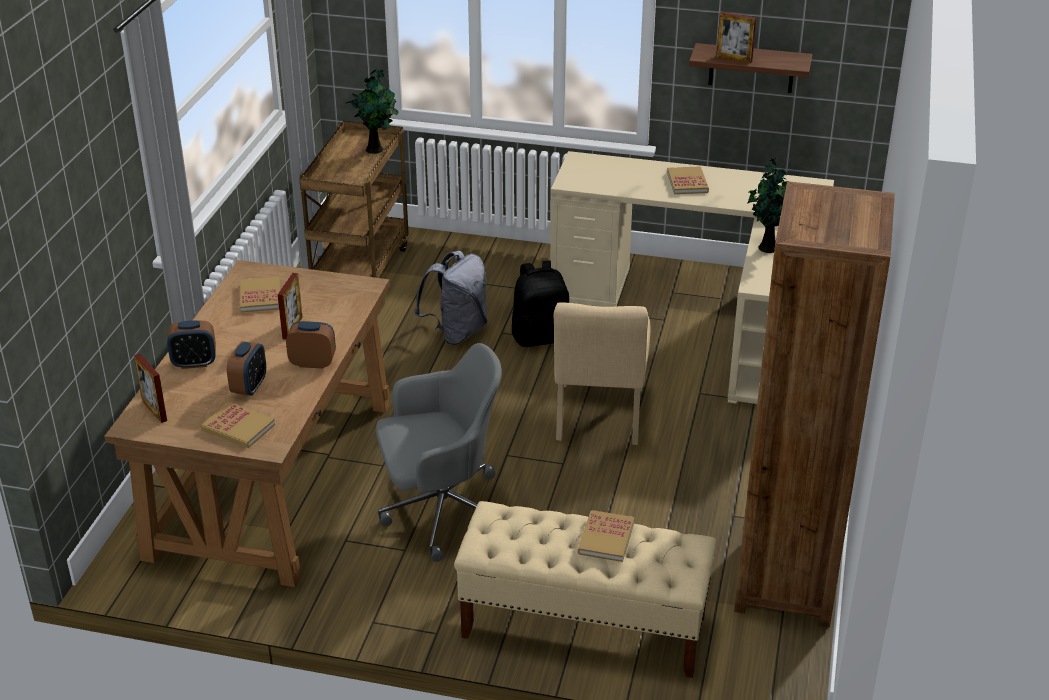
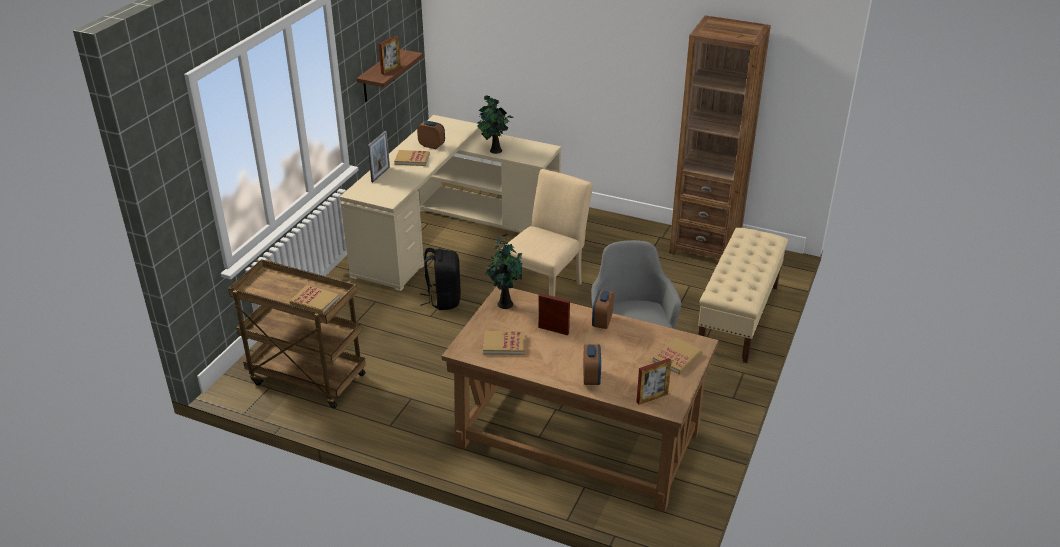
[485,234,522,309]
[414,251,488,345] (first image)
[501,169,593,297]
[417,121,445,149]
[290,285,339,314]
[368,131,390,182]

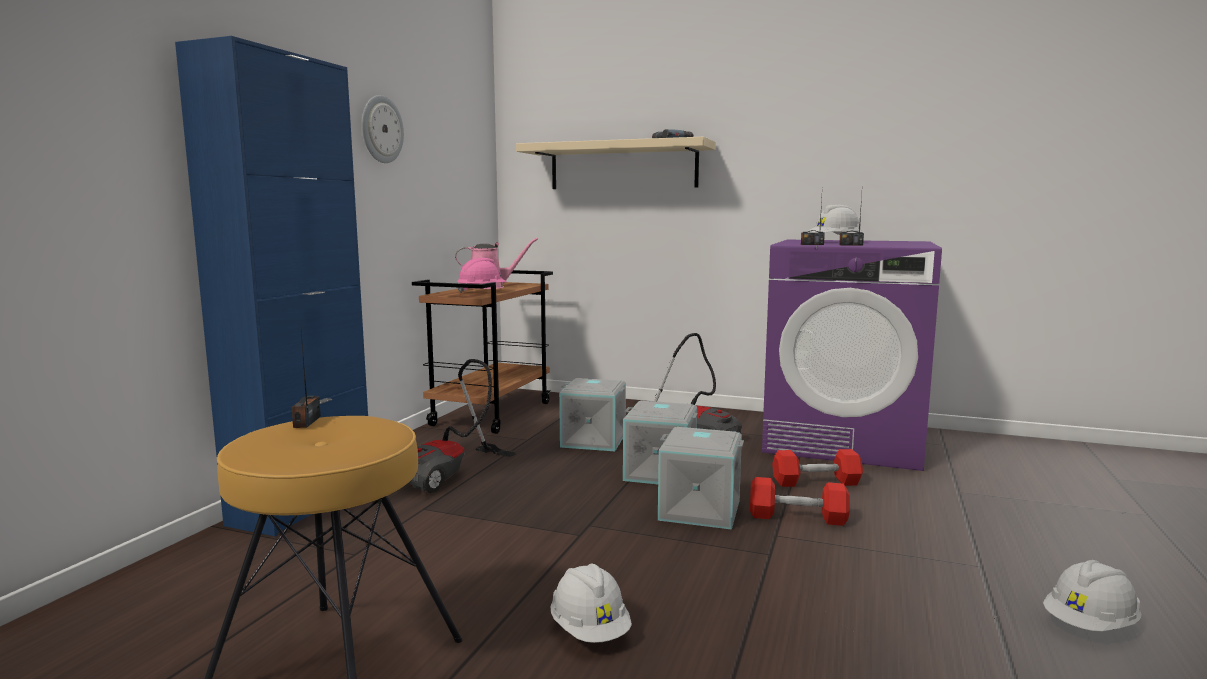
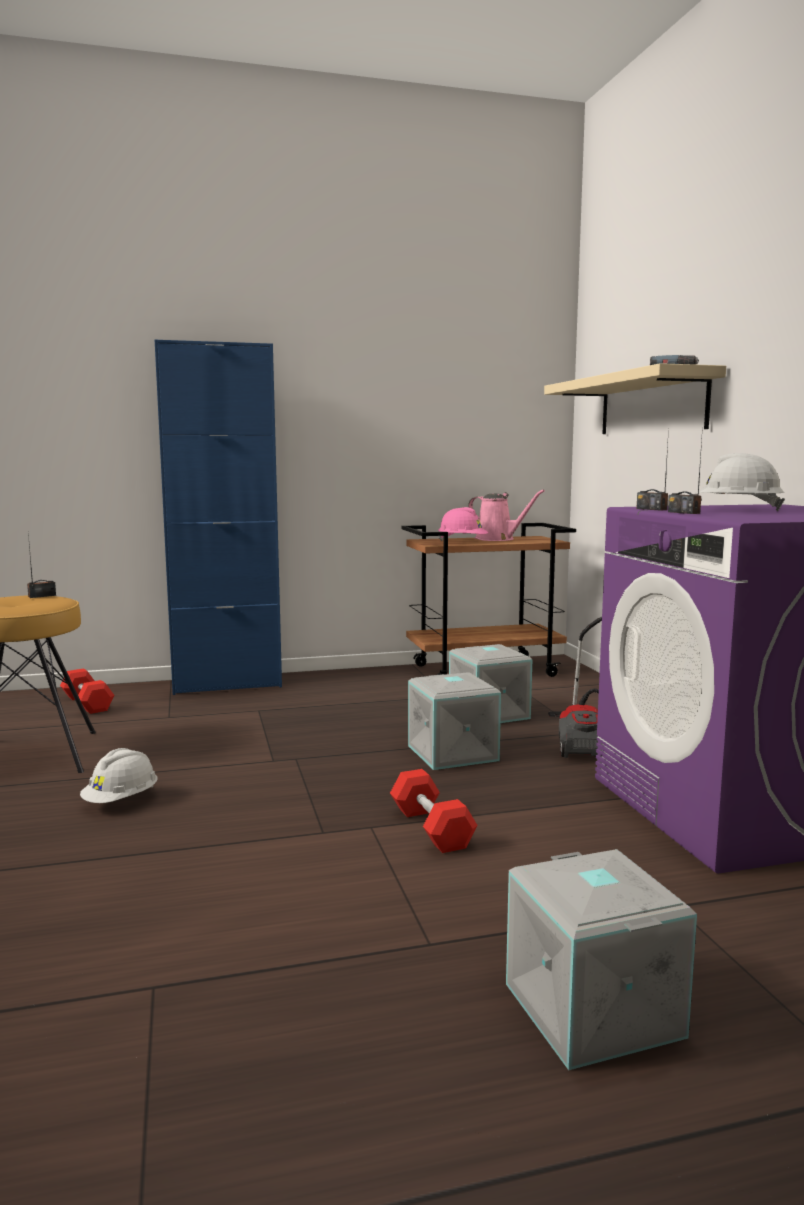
[362,95,404,163] (first image)
[408,359,516,493] (first image)
[506,849,697,1070]
[60,668,115,714]
[1043,560,1142,631] (first image)

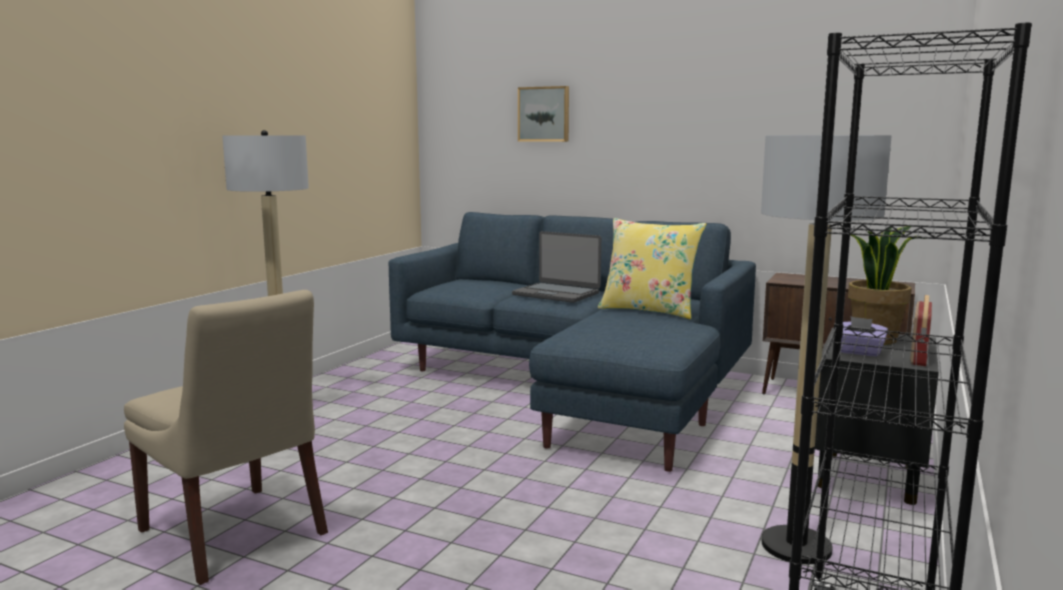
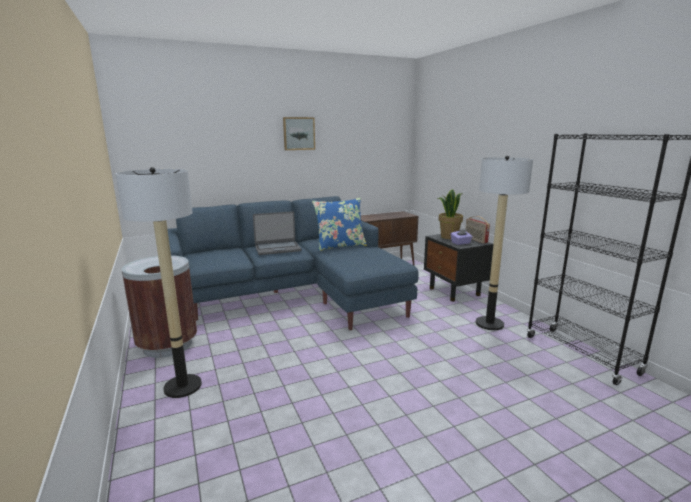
[283,117,315,150]
[312,198,367,251]
[124,290,328,585] (first image)
[121,255,197,358]

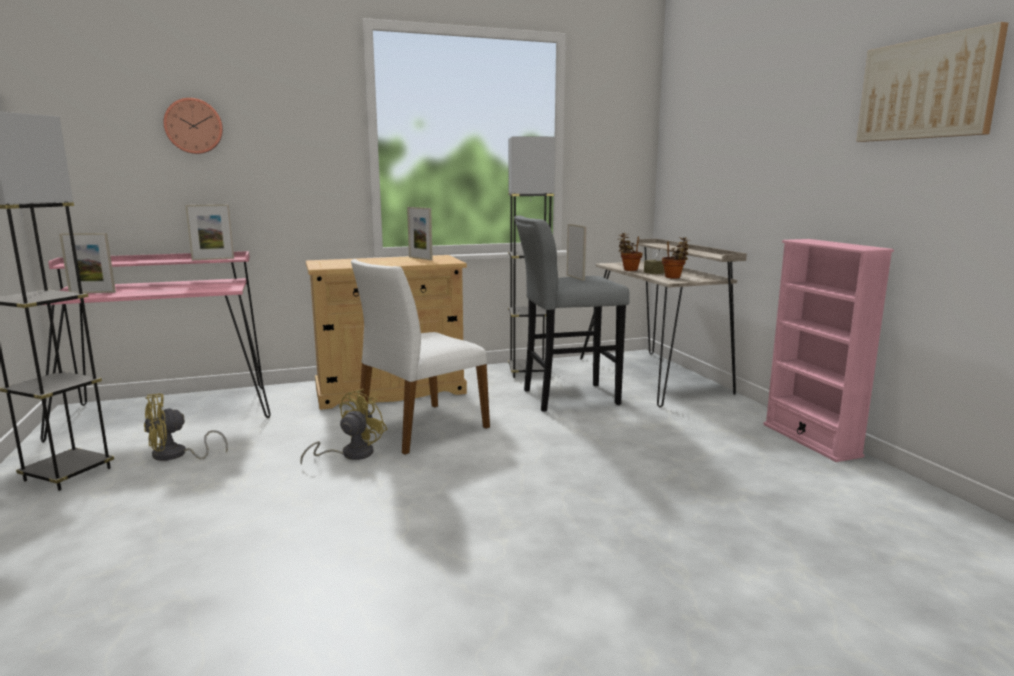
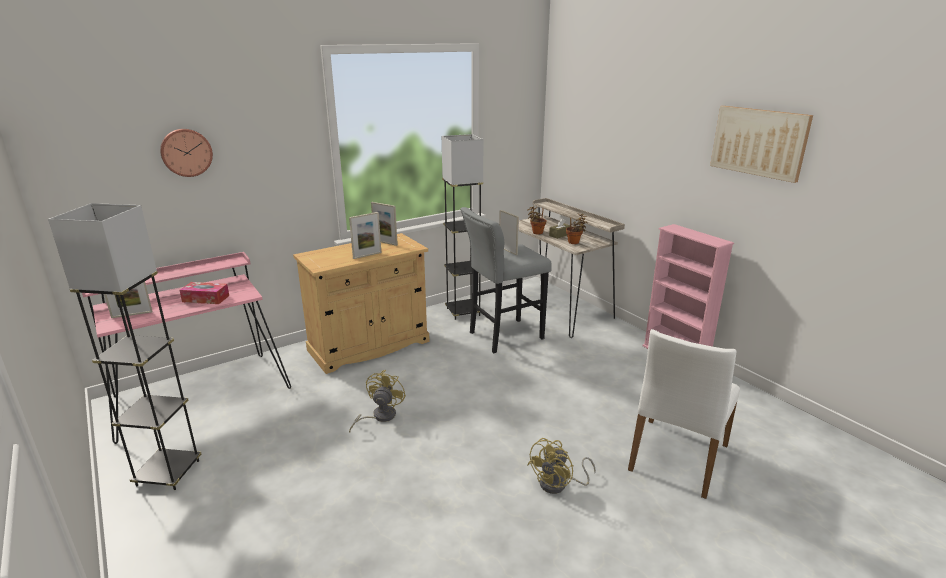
[349,212,382,259]
[628,329,740,499]
[527,438,596,494]
[179,282,229,304]

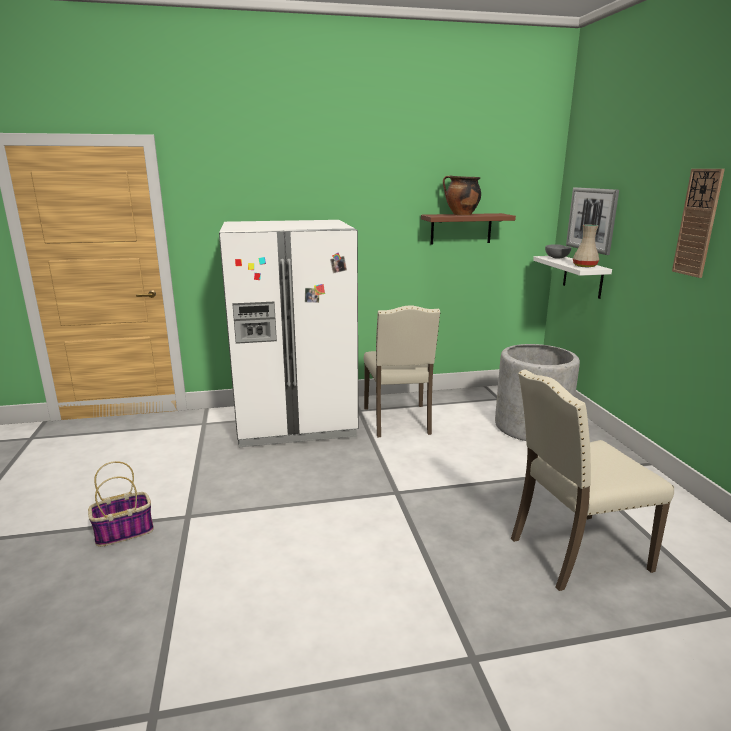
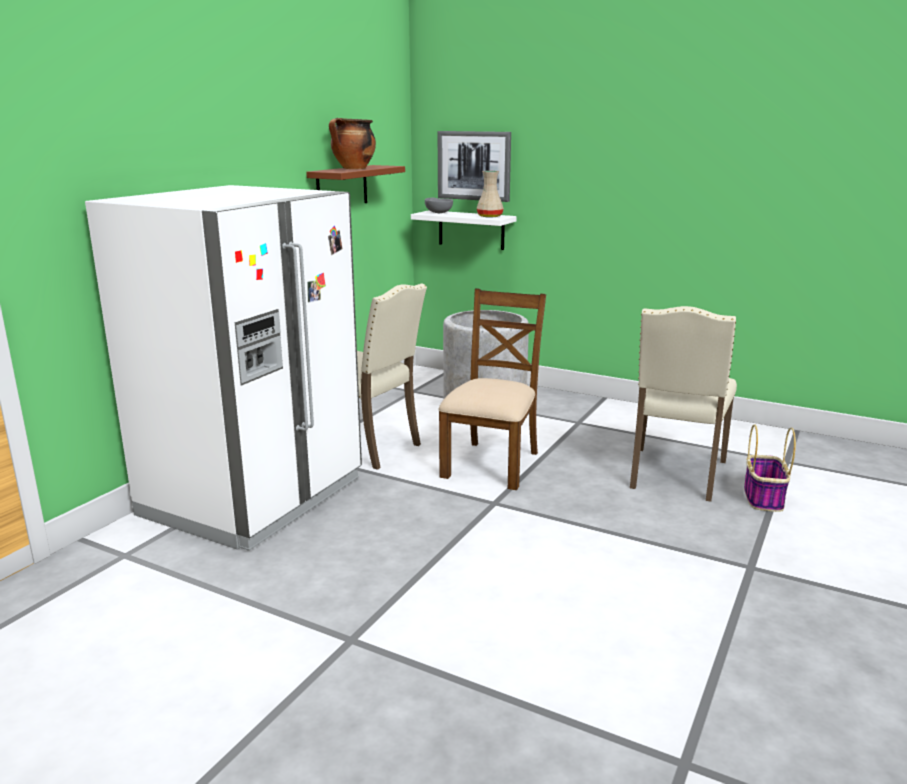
[672,169,725,278] (first image)
[744,424,796,512]
[438,288,546,490]

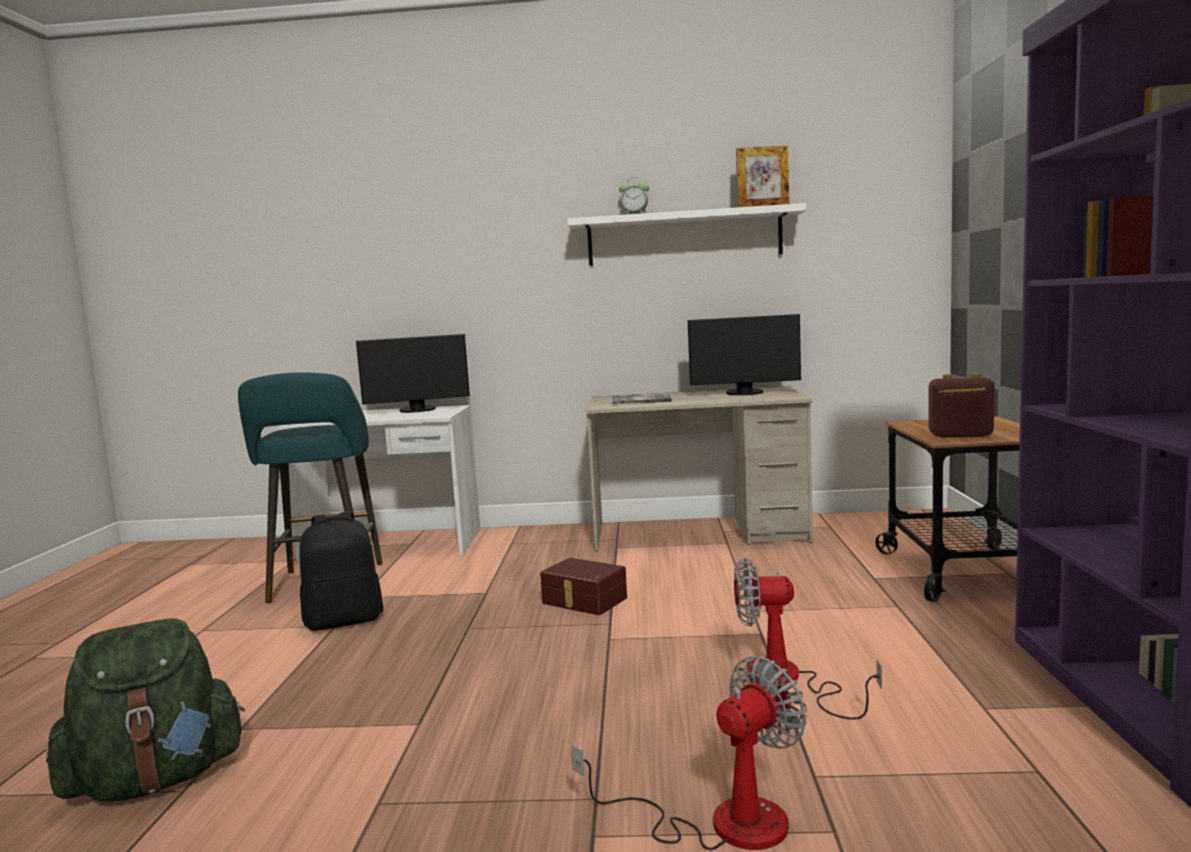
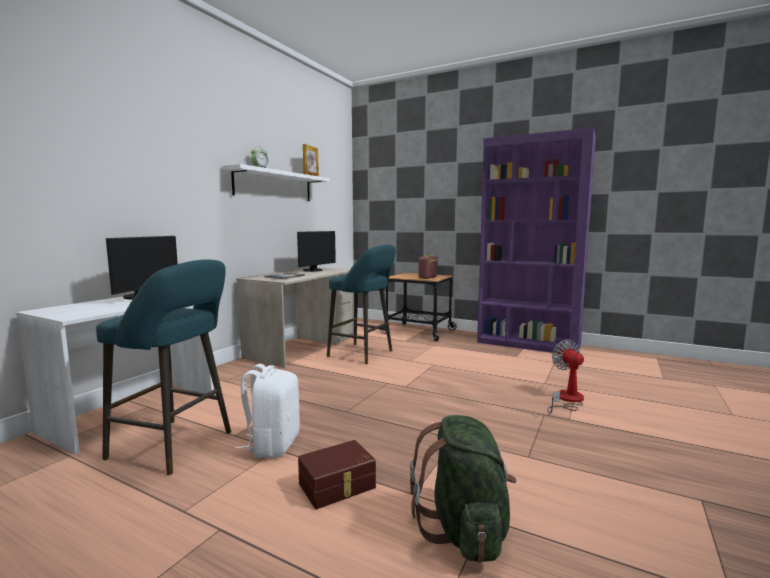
[235,364,300,458]
[298,440,376,509]
[734,558,882,720] (first image)
[327,245,396,364]

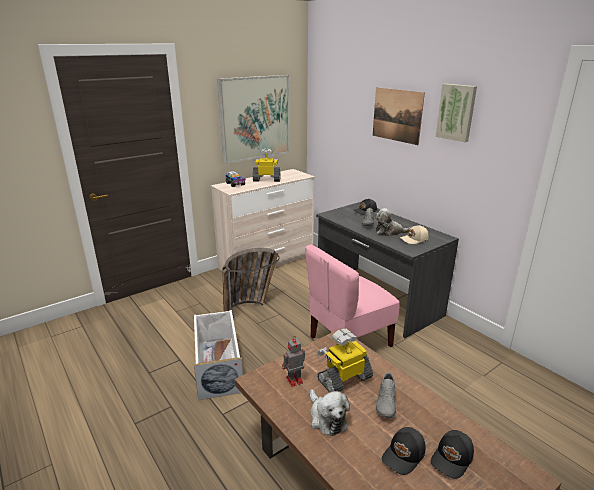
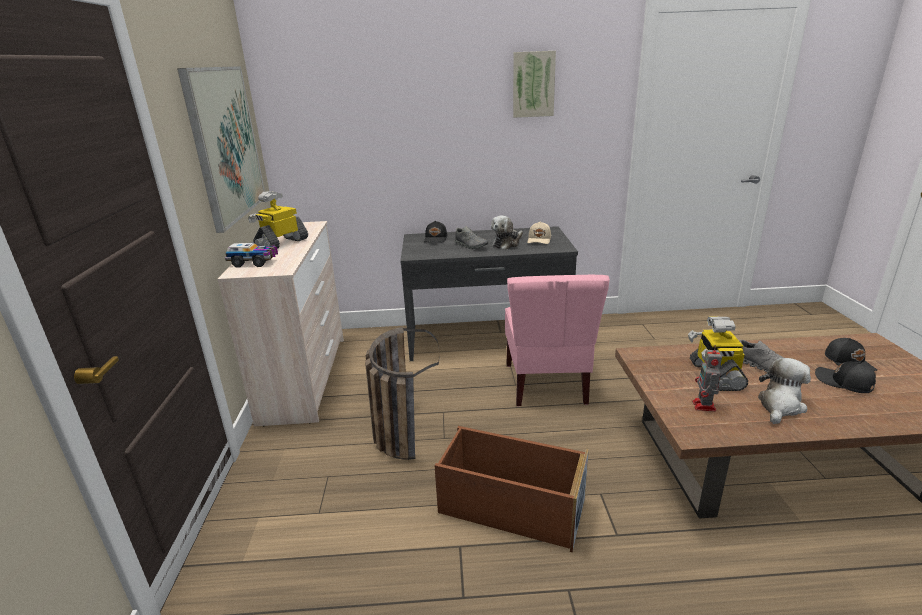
[373,87,425,145] (first image)
[434,426,589,553]
[758,358,811,424]
[815,361,876,393]

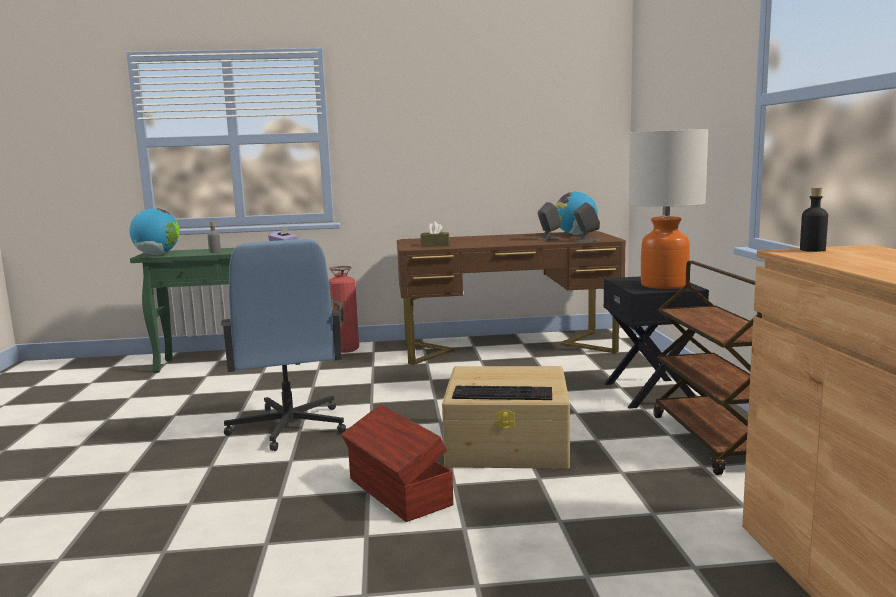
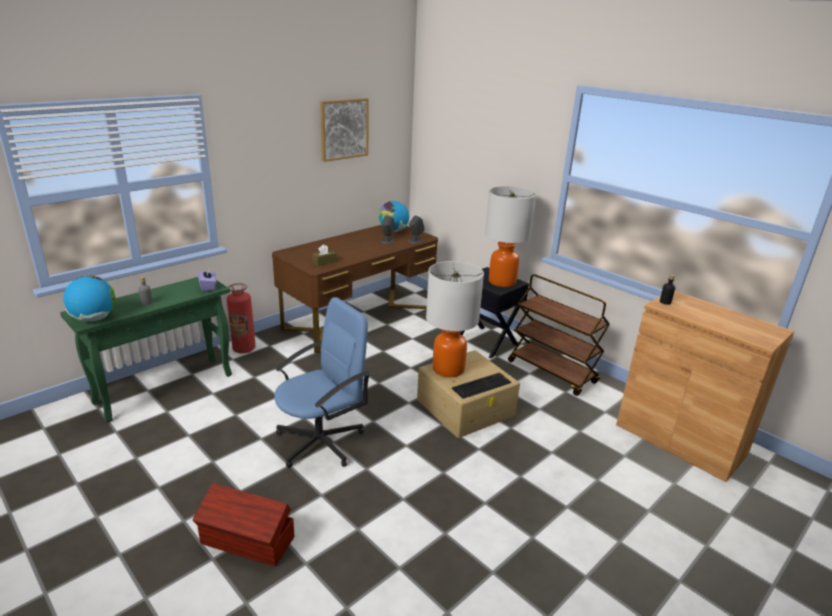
[274,297,370,468]
[193,483,294,567]
[320,98,369,162]
[426,261,484,377]

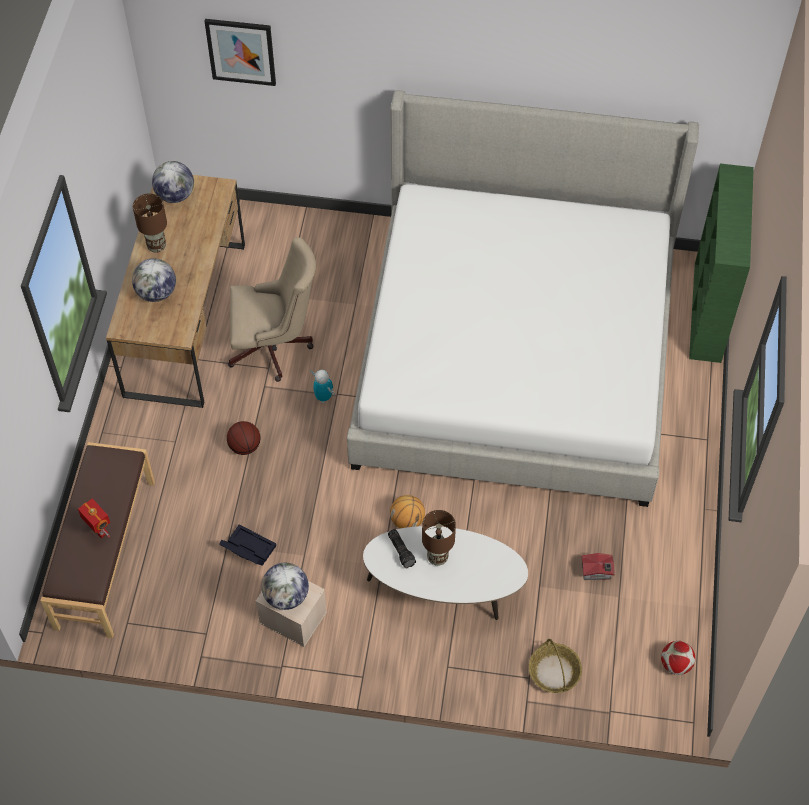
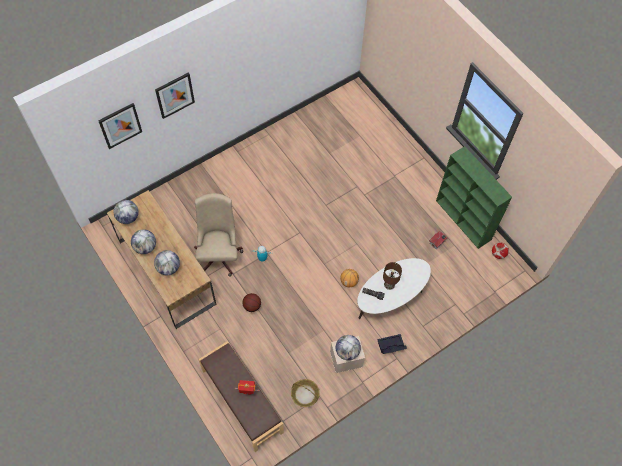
[347,90,699,507] (first image)
[436,146,512,249]
[131,229,156,254]
[194,193,243,277]
[378,334,407,354]
[291,379,320,407]
[155,72,195,119]

